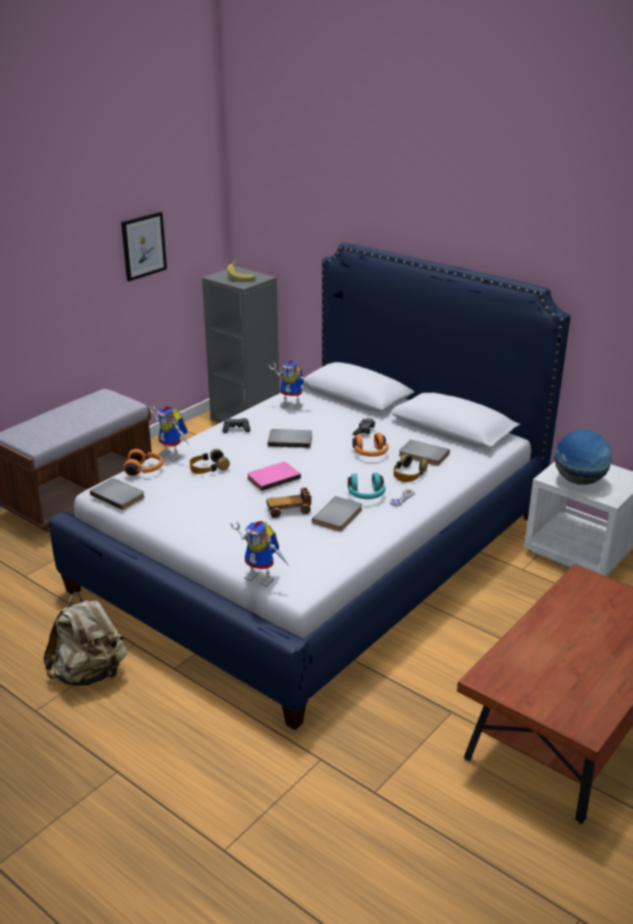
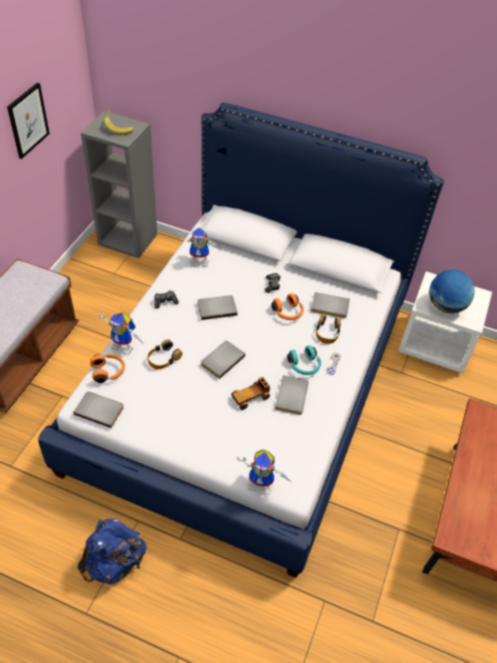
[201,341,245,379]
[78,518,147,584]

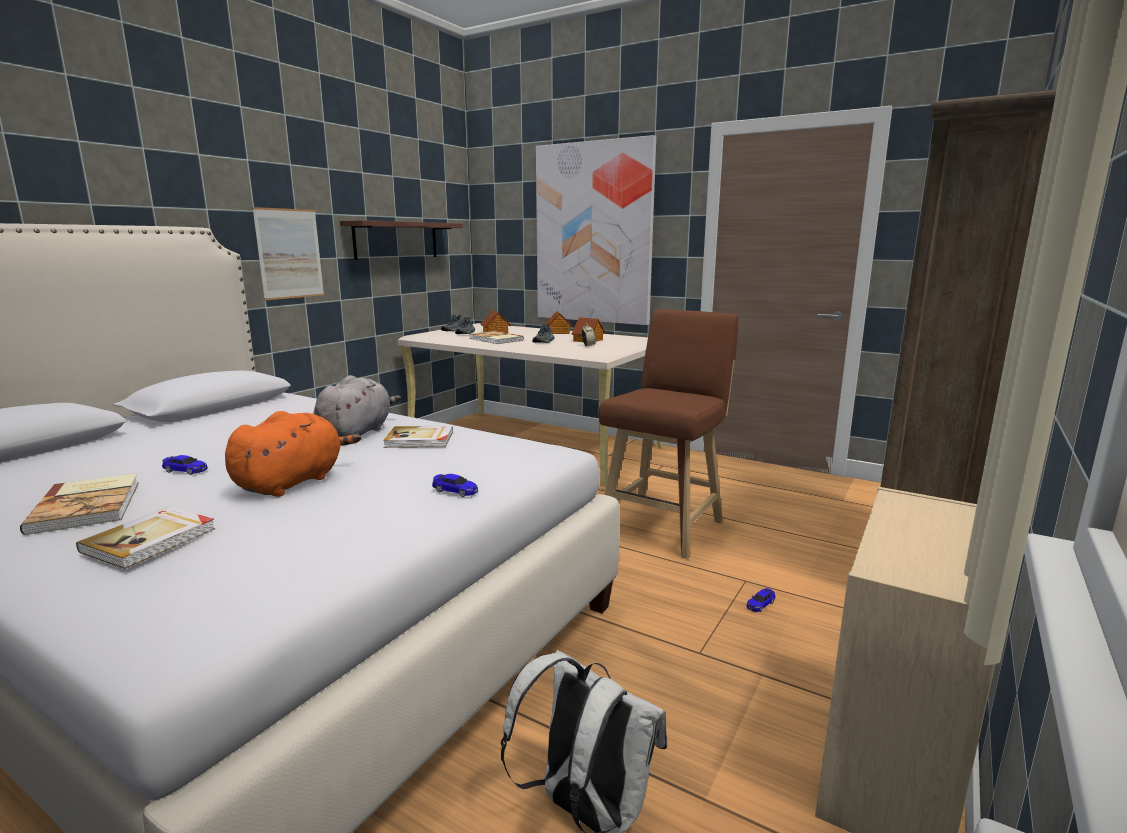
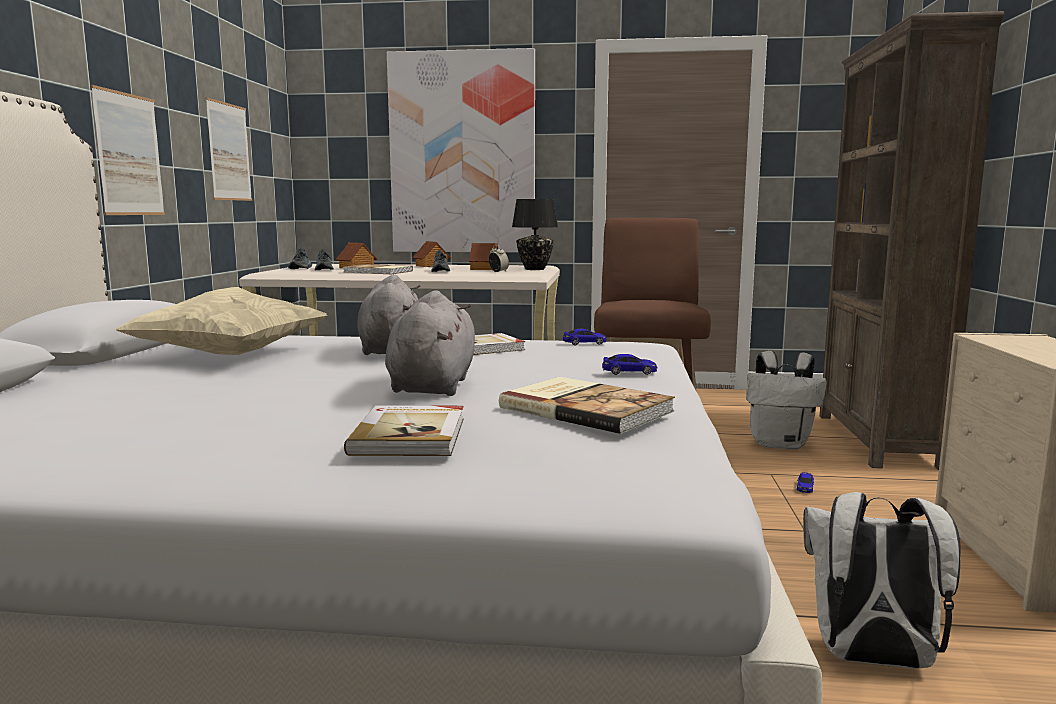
[205,97,252,201]
[385,290,475,396]
[563,329,607,345]
[499,377,675,434]
[512,199,558,270]
[115,287,327,355]
[746,351,827,450]

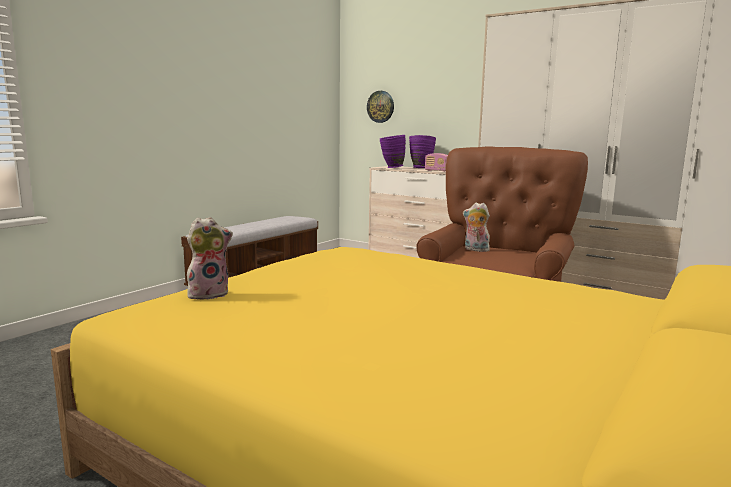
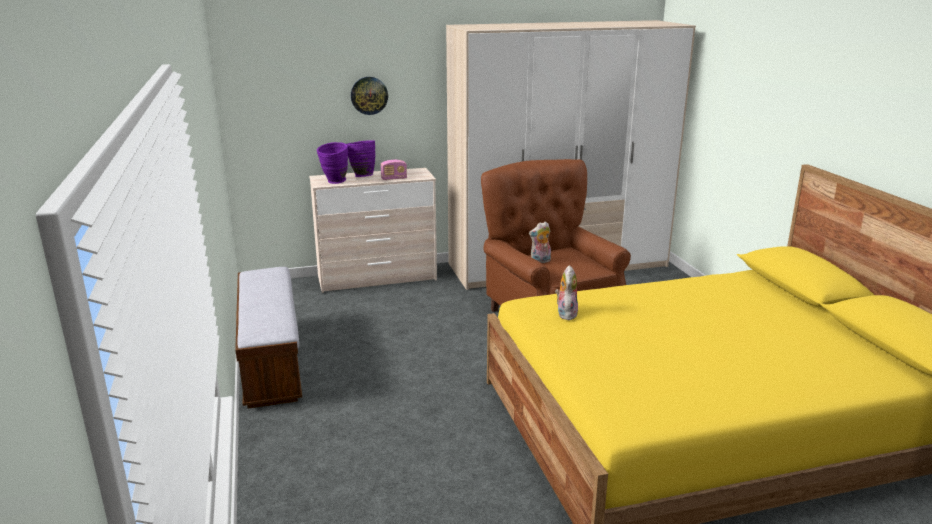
[351,77,388,115]
[555,265,578,320]

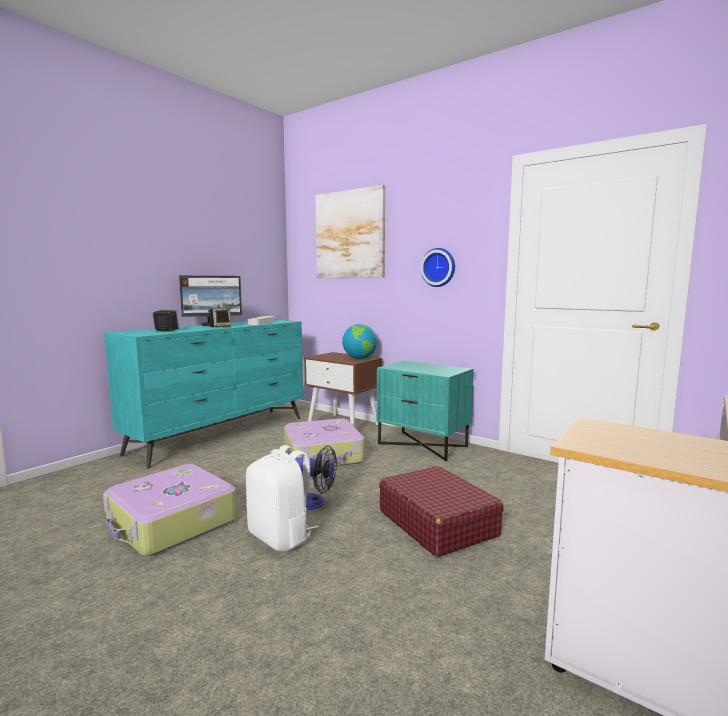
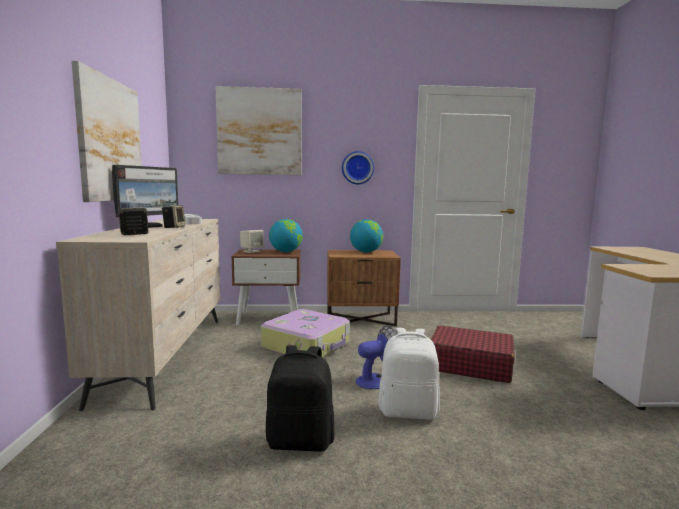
[56,219,221,411]
[327,250,401,326]
[266,345,335,452]
[71,61,142,202]
[350,219,383,253]
[240,230,264,253]

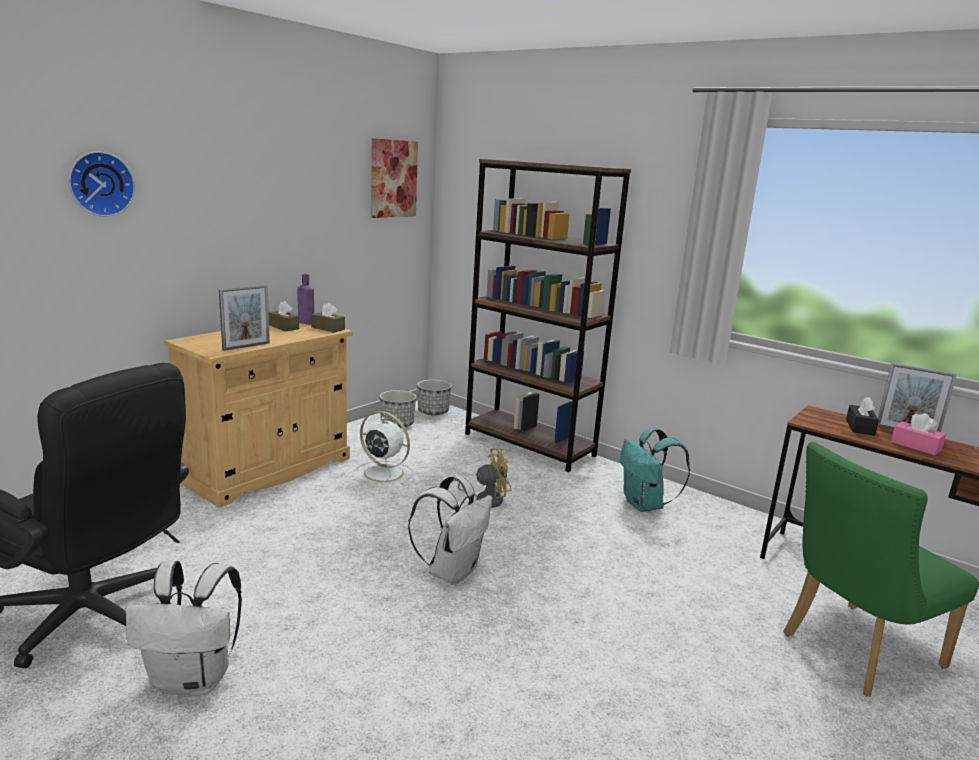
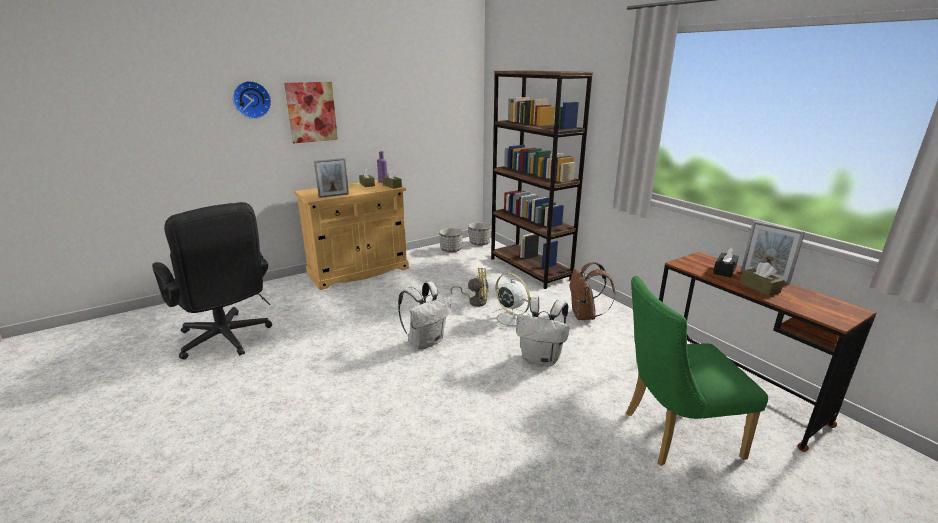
[284,82,338,143]
[488,273,531,327]
[740,262,784,296]
[570,262,615,320]
[516,296,570,366]

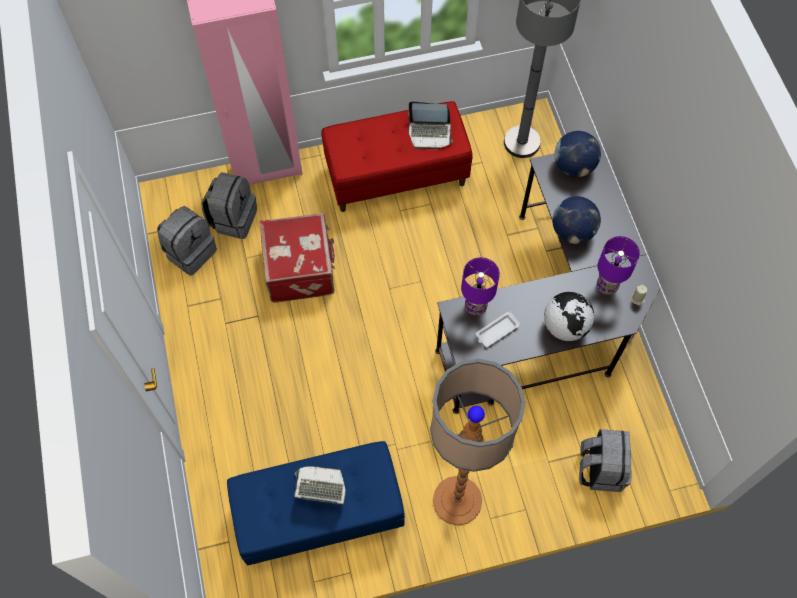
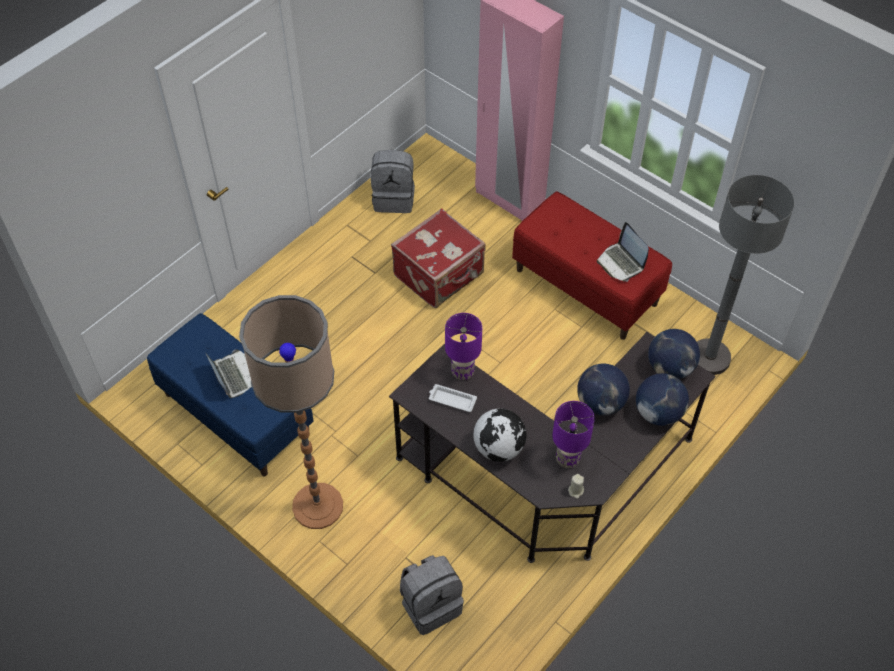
[201,172,257,239] (first image)
[636,373,689,426]

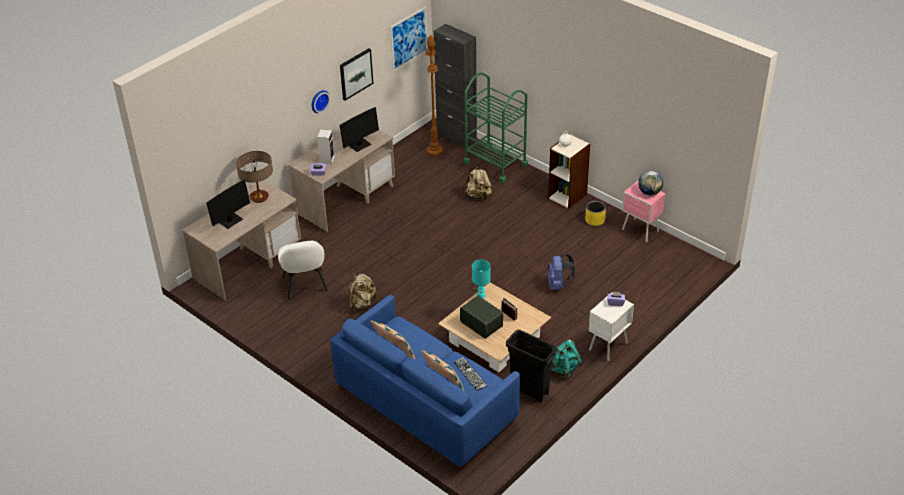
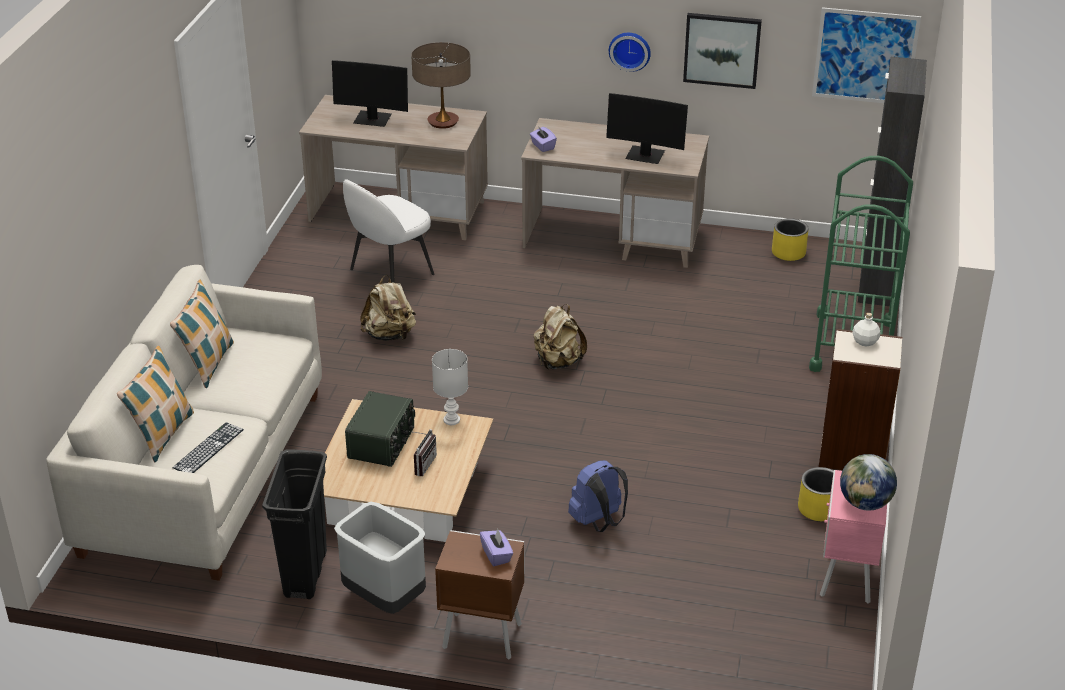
[425,35,443,156] (first image)
[317,129,335,165] (first image)
[533,304,587,370]
[432,349,468,425]
[435,530,524,660]
[46,265,322,581]
[334,502,426,614]
[772,218,809,261]

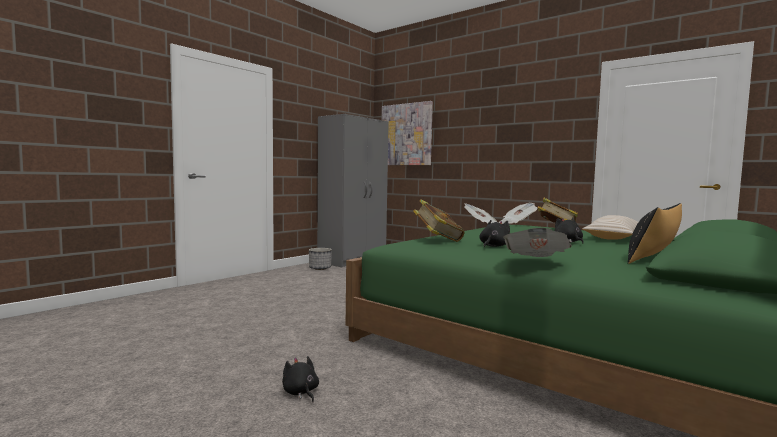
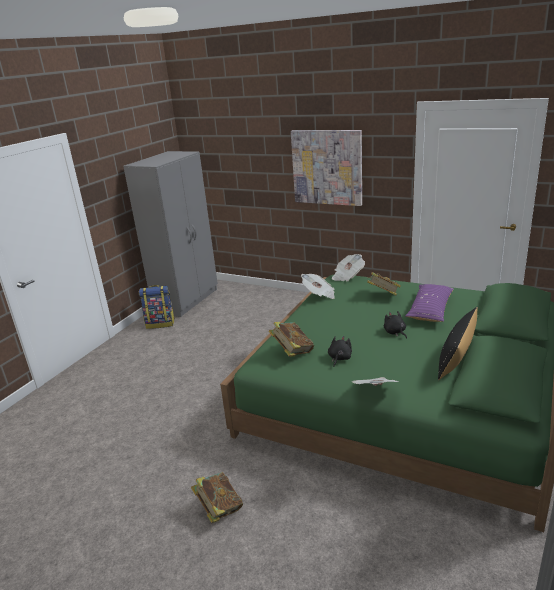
[291,130,362,206]
[405,284,454,322]
[139,285,175,329]
[191,472,243,523]

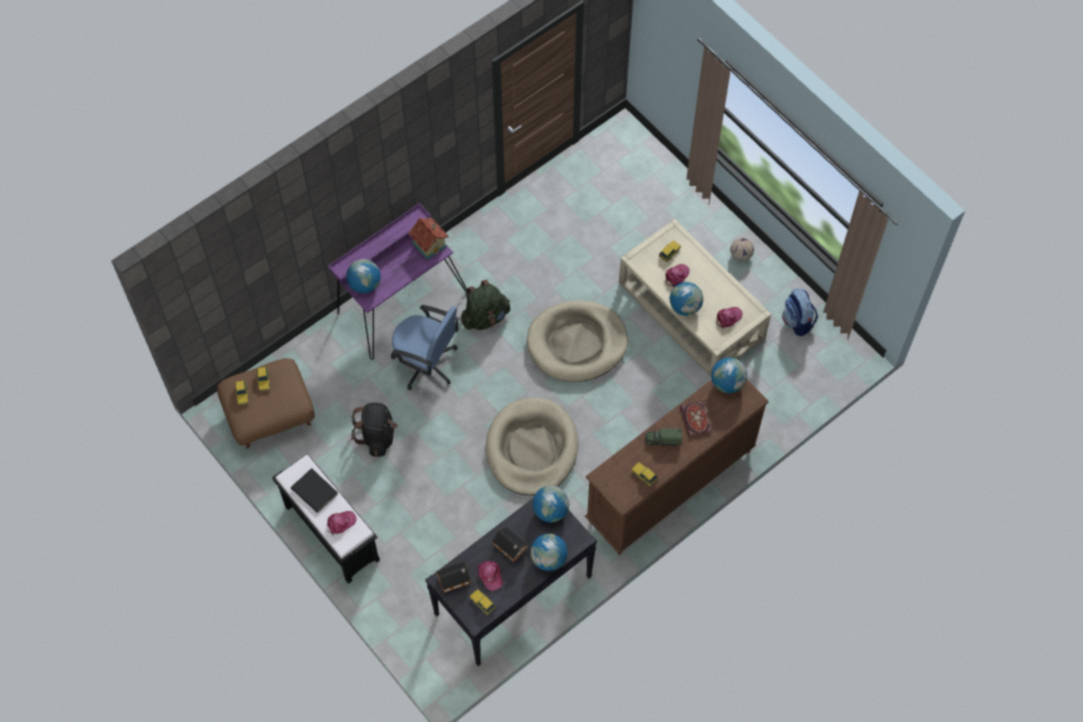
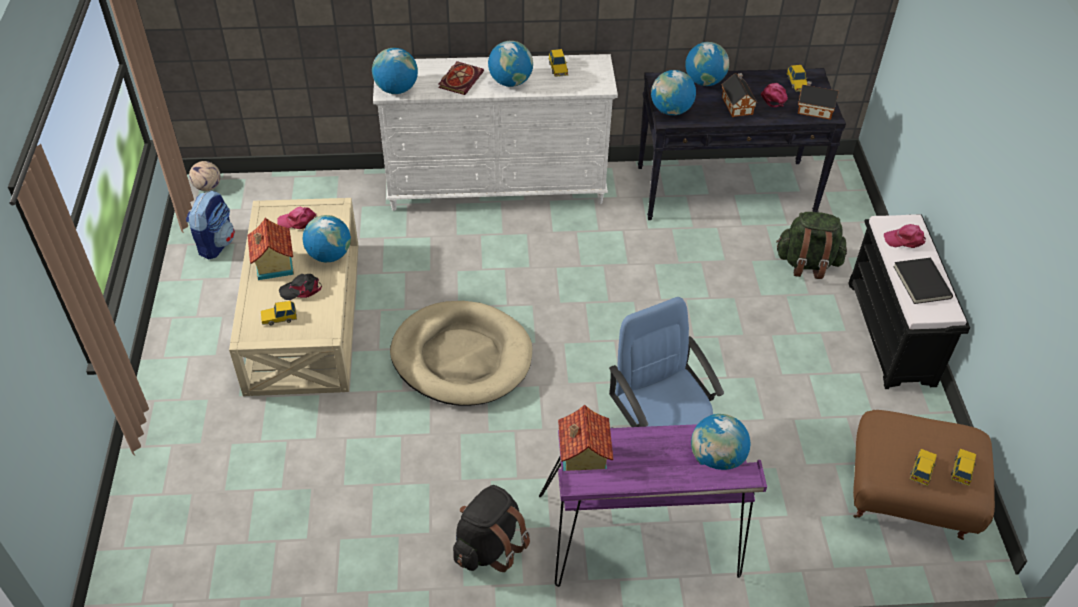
[189,161,221,191]
[279,274,322,300]
[776,212,847,279]
[373,54,618,211]
[486,398,578,496] (first image)
[453,485,530,572]
[488,41,533,87]
[248,217,294,280]

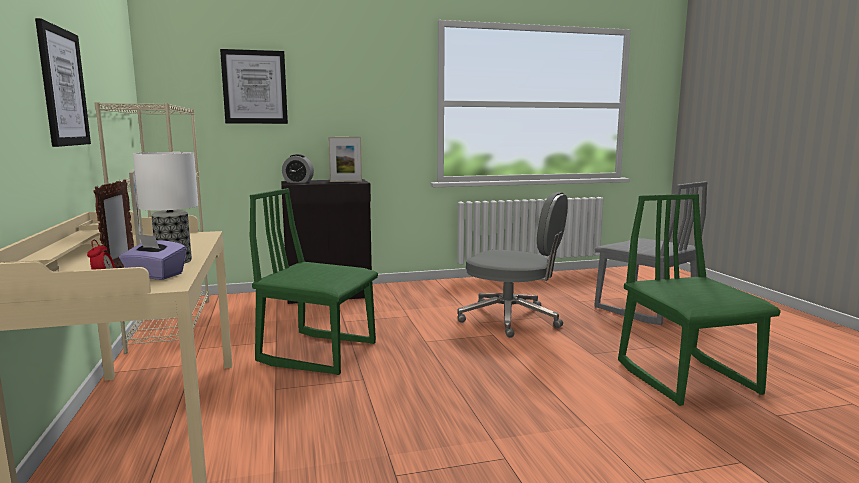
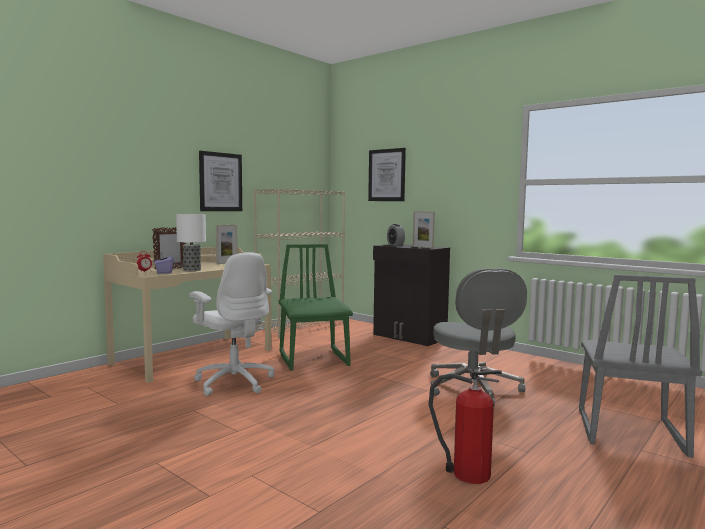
[429,370,502,484]
[189,252,274,396]

